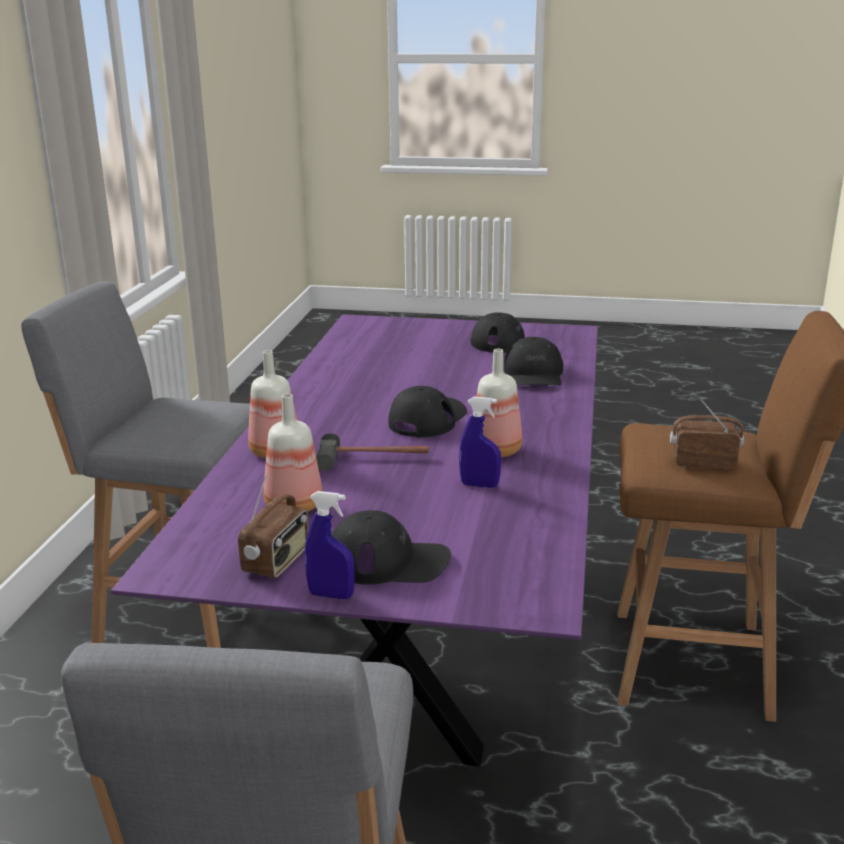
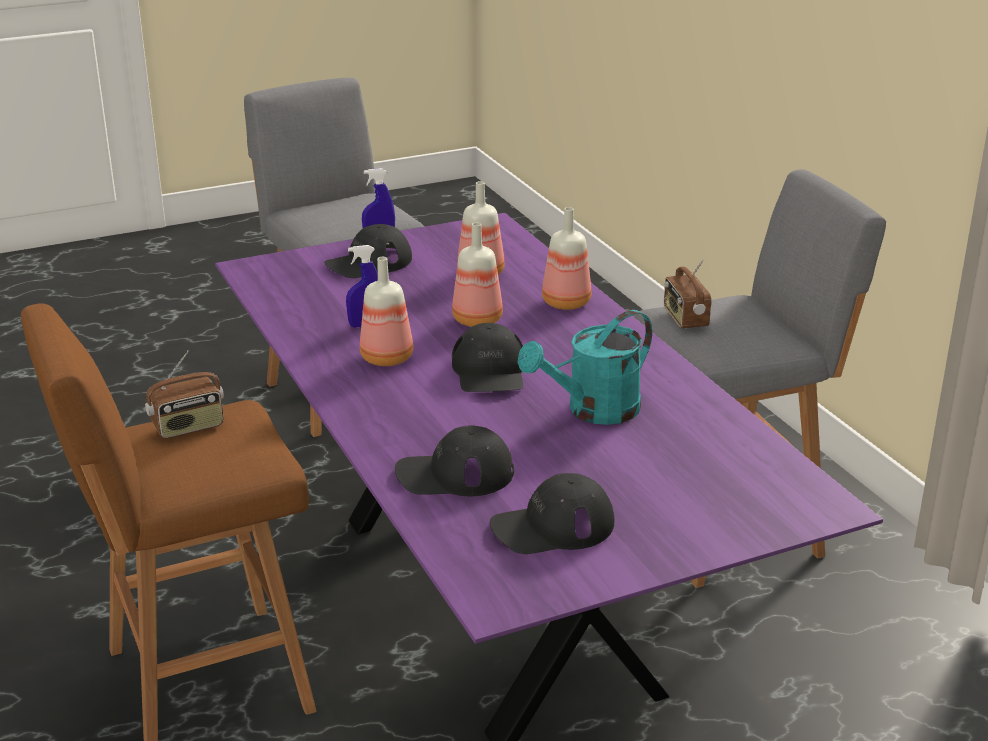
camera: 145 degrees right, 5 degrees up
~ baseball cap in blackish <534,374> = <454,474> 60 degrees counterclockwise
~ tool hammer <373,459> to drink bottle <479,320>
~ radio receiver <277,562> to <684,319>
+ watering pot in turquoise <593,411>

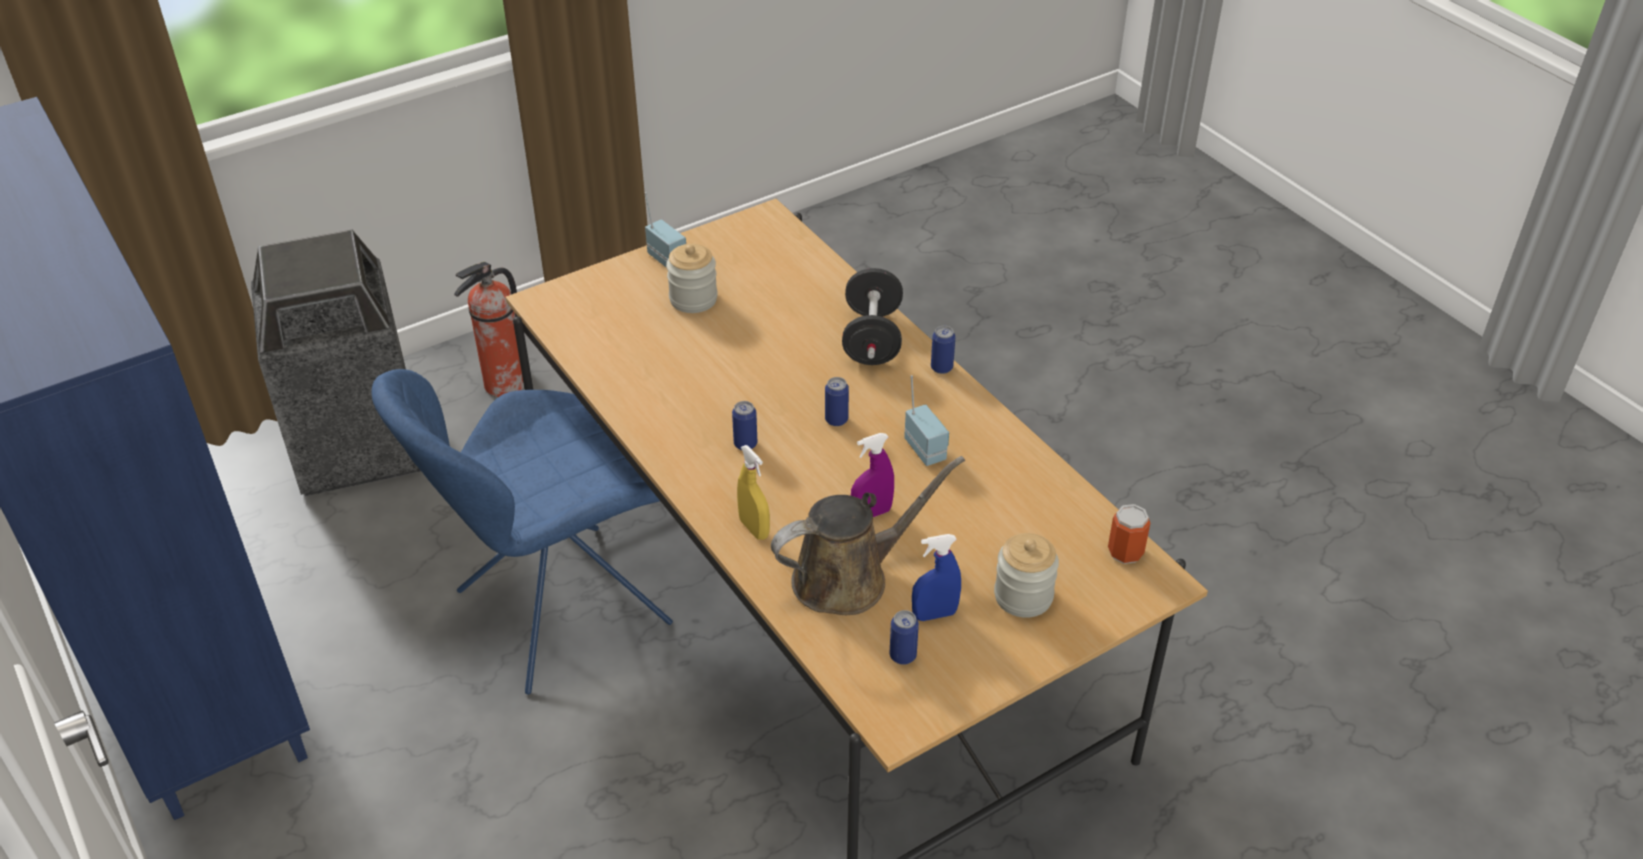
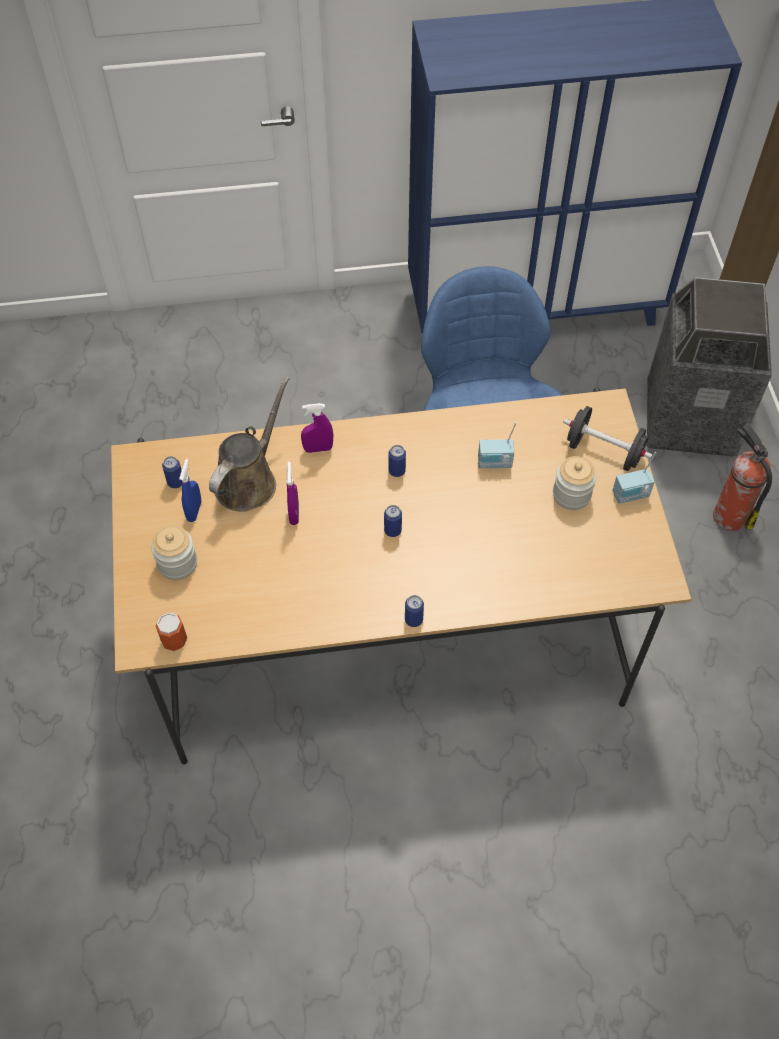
camera: 115 degrees right, 15 degrees up
~ free weight in blackish <872,339> to <604,451>
~ radio receiver <926,449> to <495,463>
~ sprayer in yellow-coloured <754,528> to sprayer in purple <318,449>
~ watering pot in brown <849,577> = <249,480> 150 degrees counterclockwise

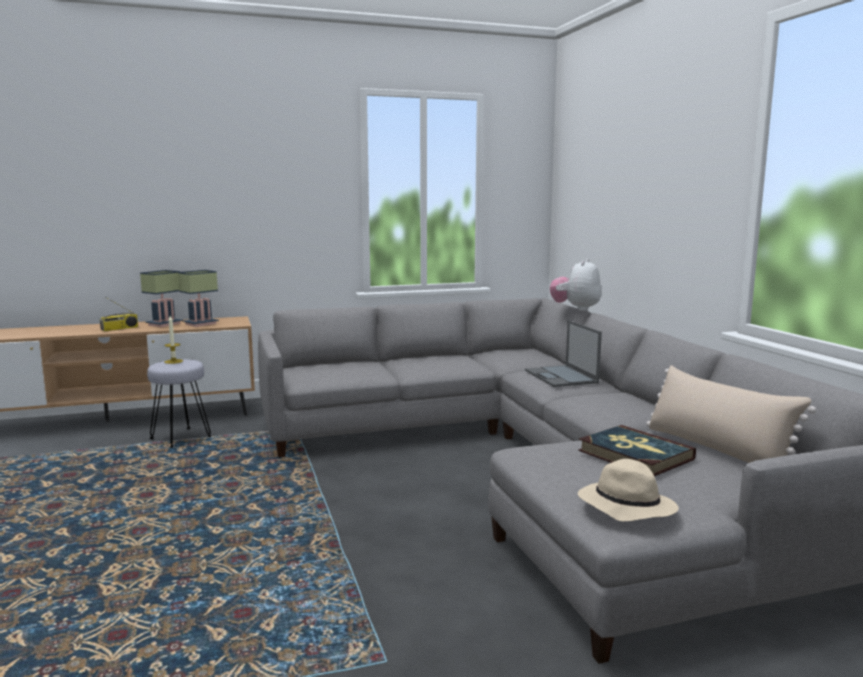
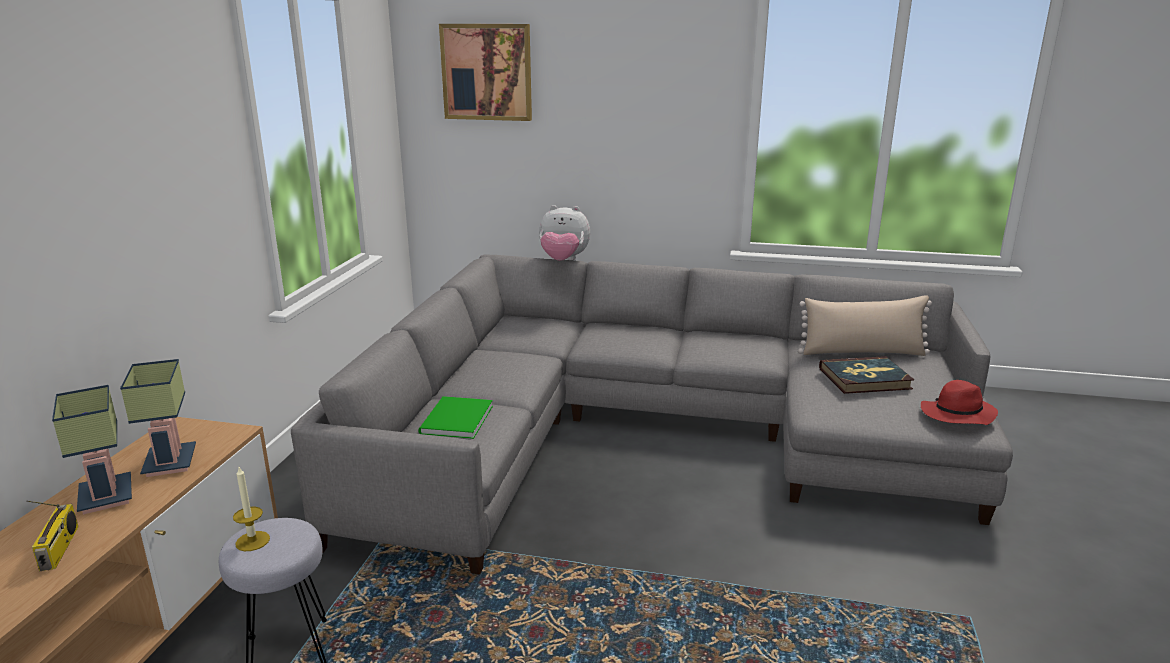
camera: 60 degrees left, 10 degrees up
~ plush toy <575,309> = <563,261> 45 degrees counterclockwise
- laptop <561,377>
~ hat in beige <624,506> to hat in red <956,415>
+ wall art <487,72>
+ bound book in green <454,420>

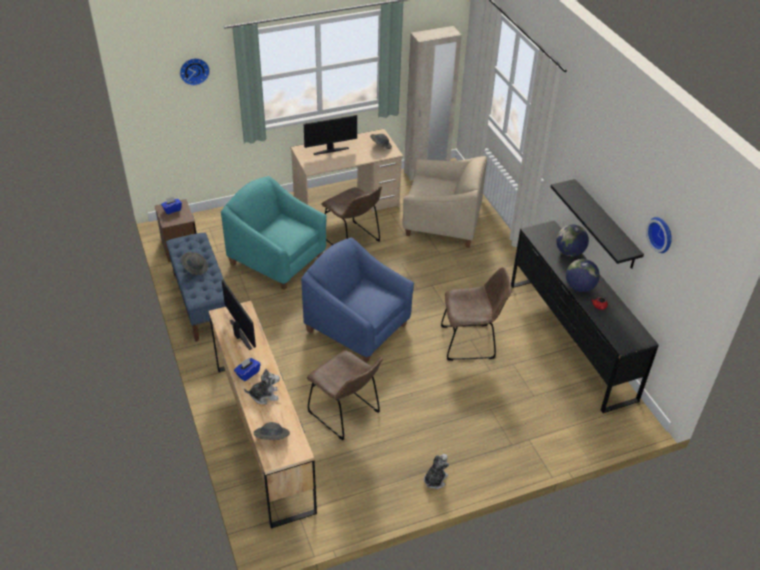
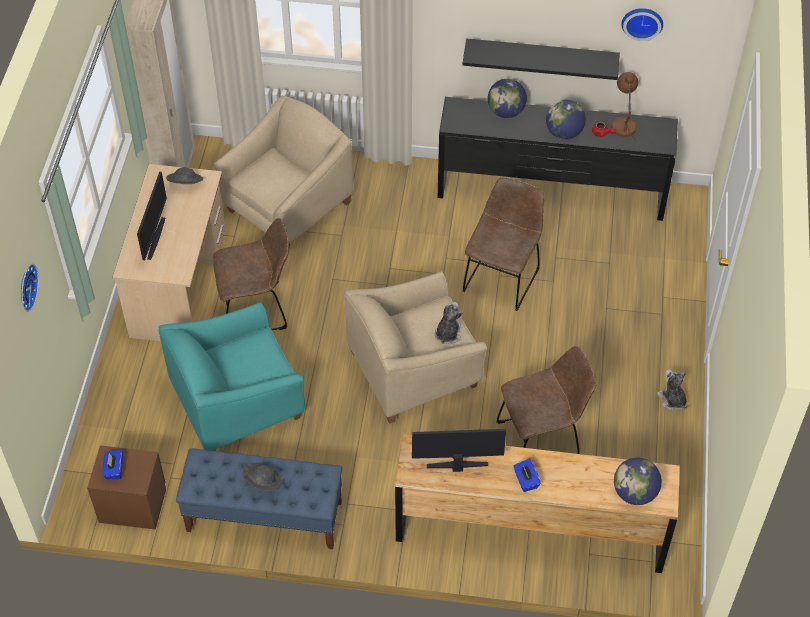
camera: 60 degrees left, 10 degrees up
~ lounge chair in blue <358,327> to lounge chair in beige <414,370>
~ plush toy <264,395> to <447,334>
~ hat in grey <271,438> to world globe <634,493>
+ tabletop lamp in brown <623,125>

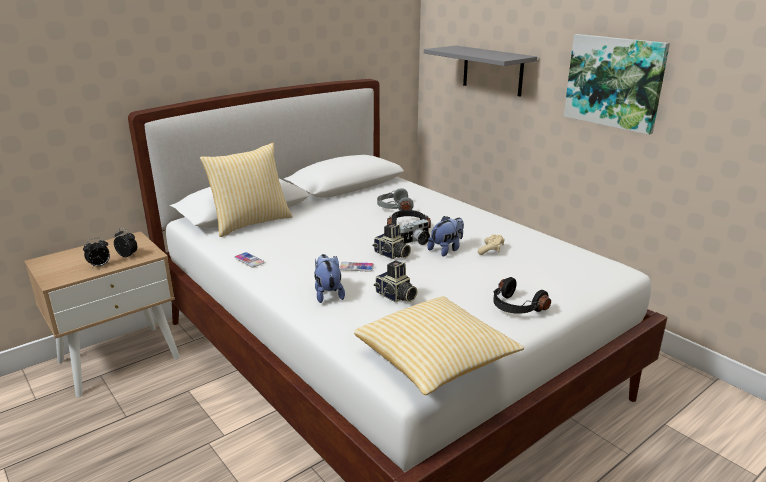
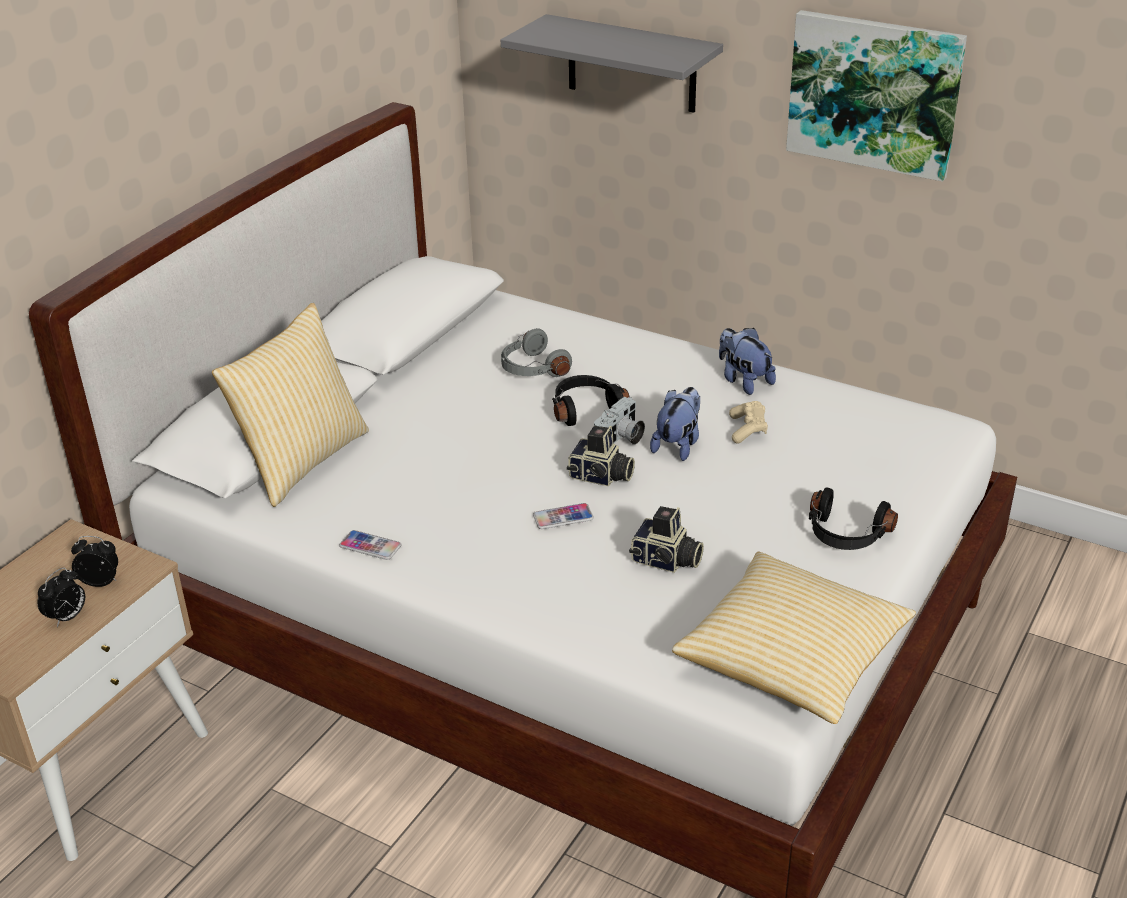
camera: 20 degrees left, 10 degrees up
~ plush toy <328,294> to <743,381>

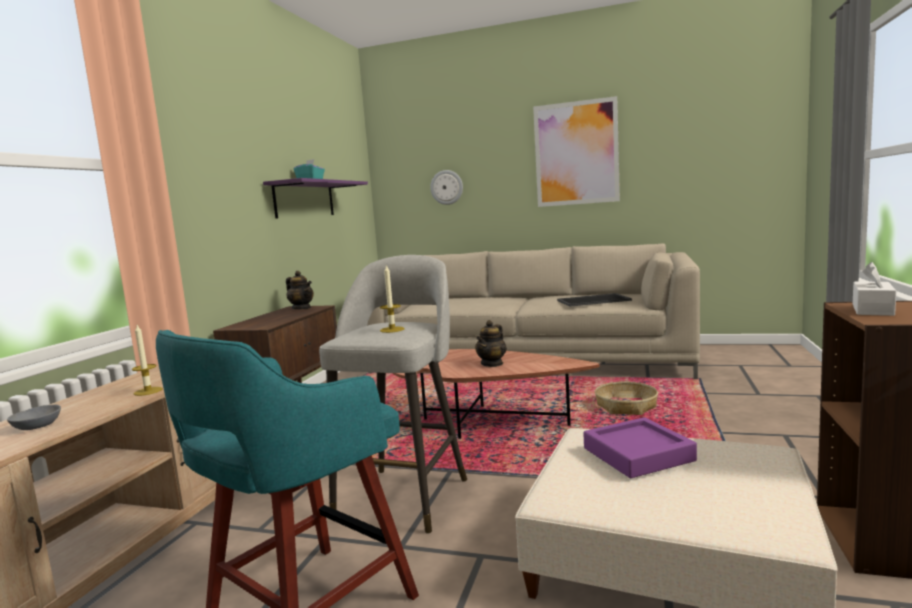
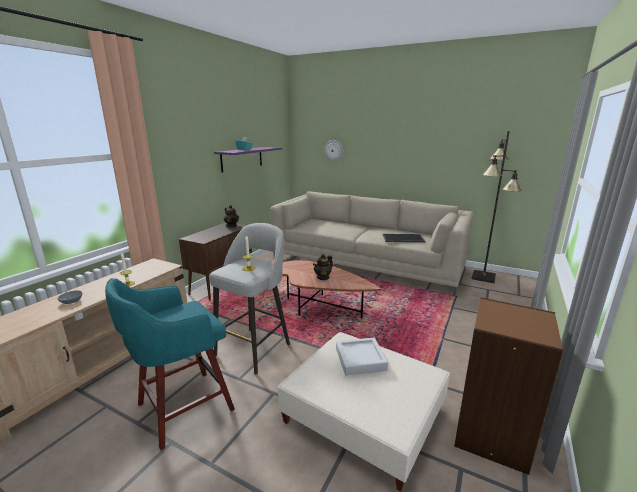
camera: 10 degrees right, 10 degrees up
- wall art <576,153>
- box of tissues in white <872,309>
- storage basket <626,406>
~ tray in purple <638,454> to tray in grey <360,359>
+ standing lamp in blackish <483,277>

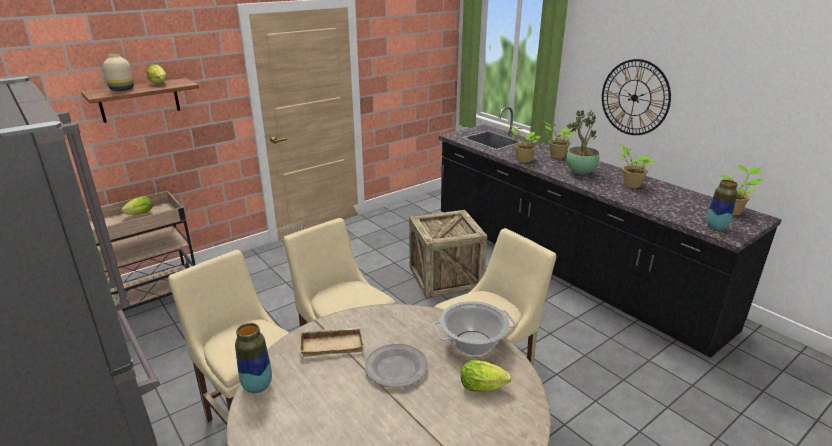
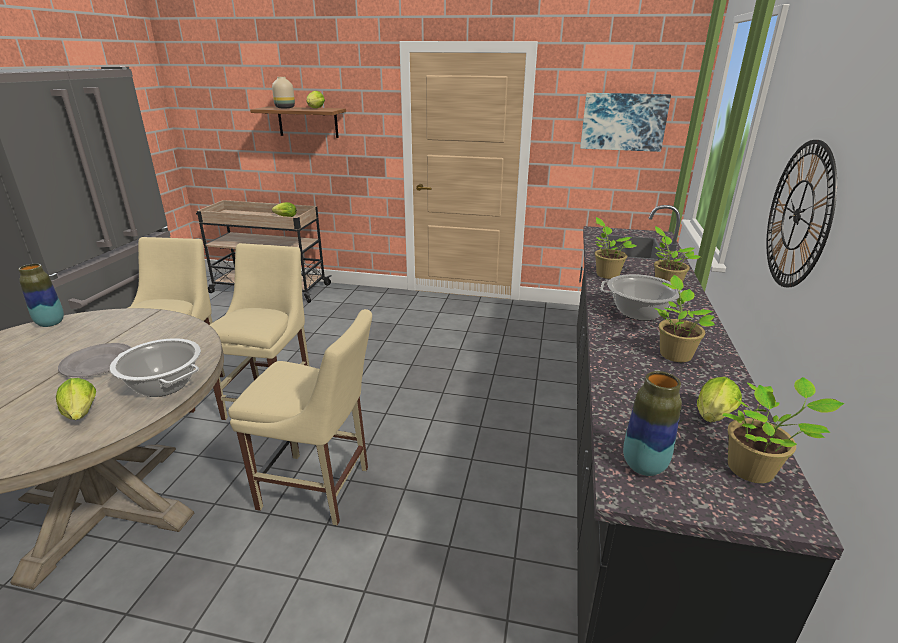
camera: 50 degrees right, 0 degrees up
~ plant in a pot <579,173> to cooking pot <638,312>
- shipping crate <445,278>
- tray in beige <332,344>
+ wall art <623,122>
+ head of lettuce <712,418>

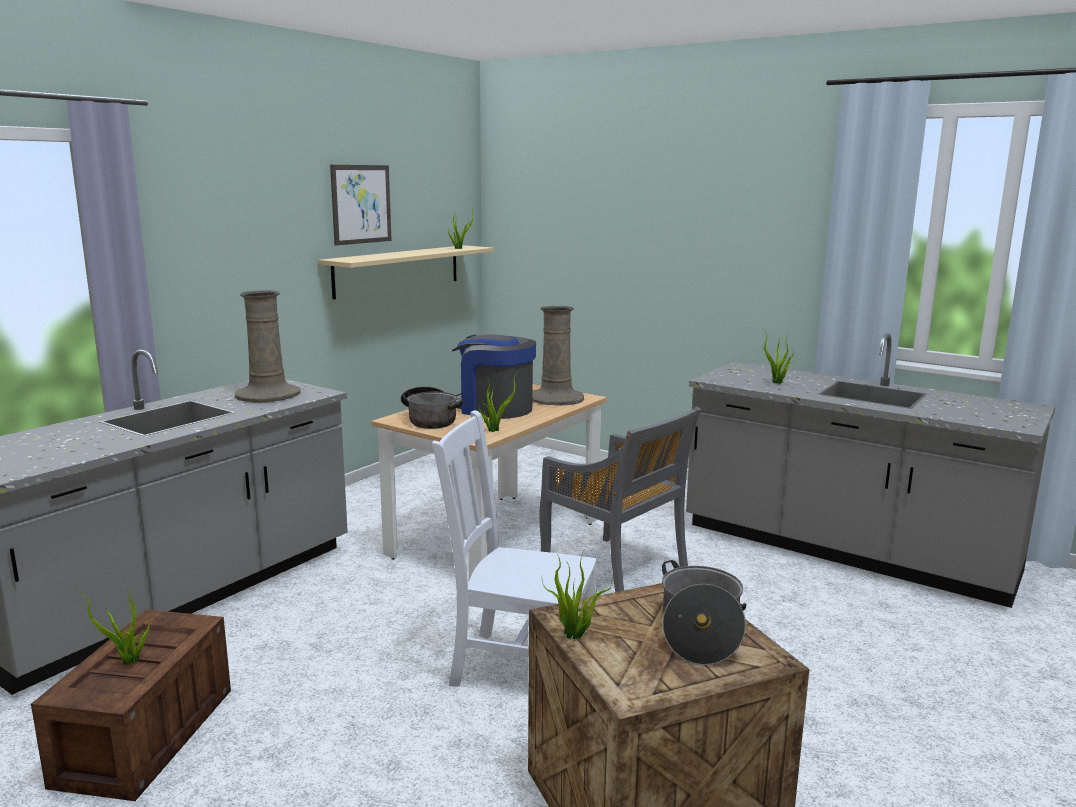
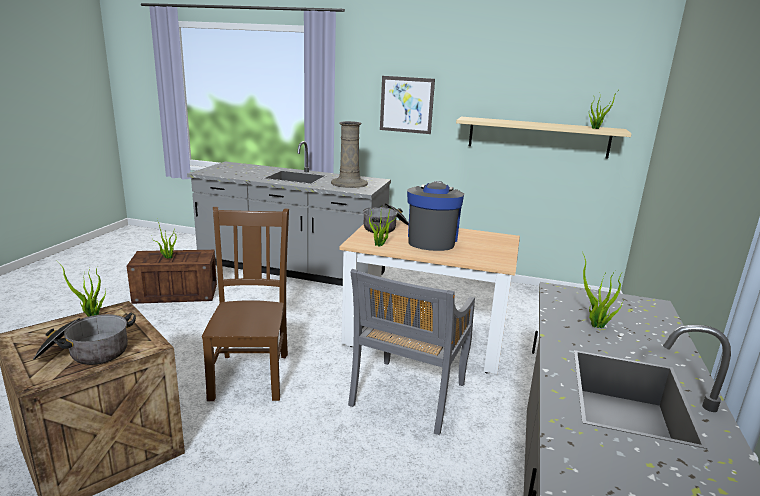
camera: 70 degrees right, 5 degrees up
~ wall art <361,204> to <406,105>
- decorative vase in beige <556,398>
~ chair in white <518,666> to chair in brown <251,374>

